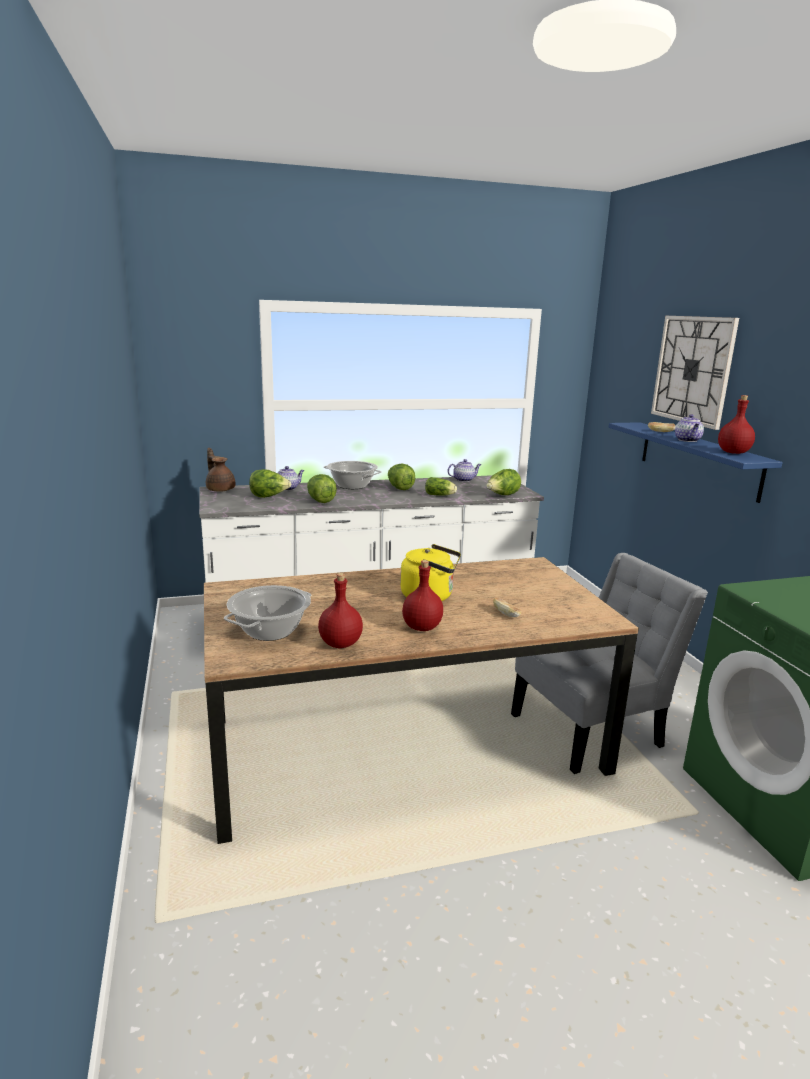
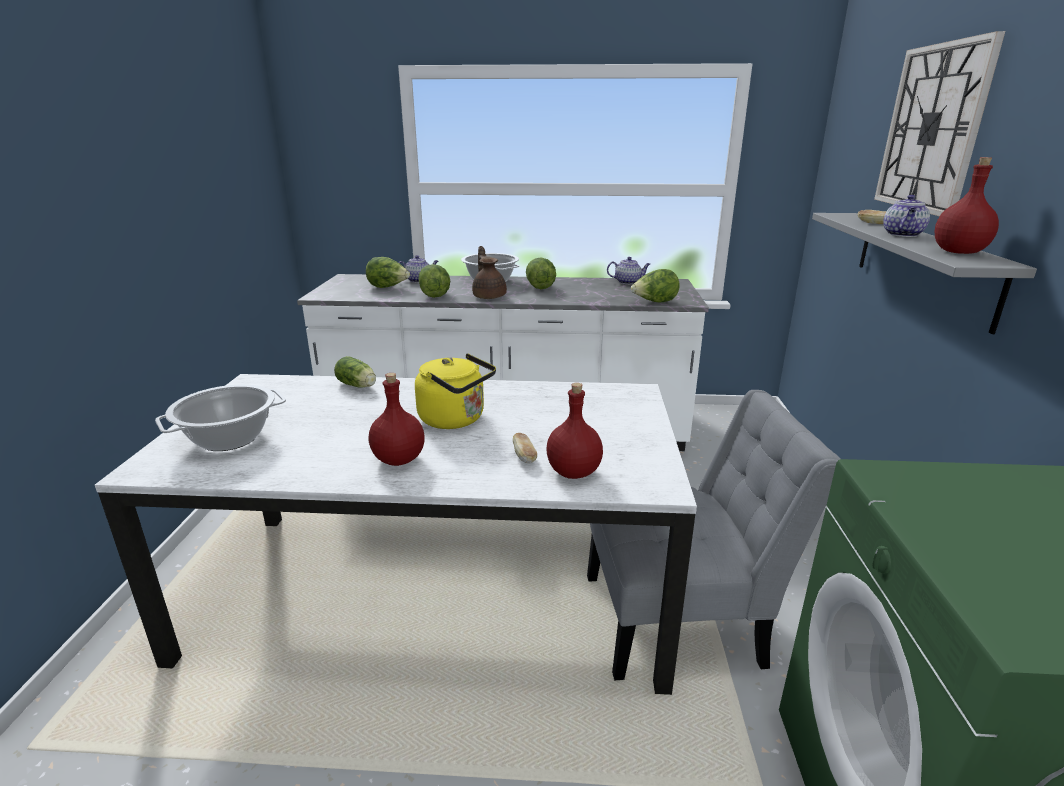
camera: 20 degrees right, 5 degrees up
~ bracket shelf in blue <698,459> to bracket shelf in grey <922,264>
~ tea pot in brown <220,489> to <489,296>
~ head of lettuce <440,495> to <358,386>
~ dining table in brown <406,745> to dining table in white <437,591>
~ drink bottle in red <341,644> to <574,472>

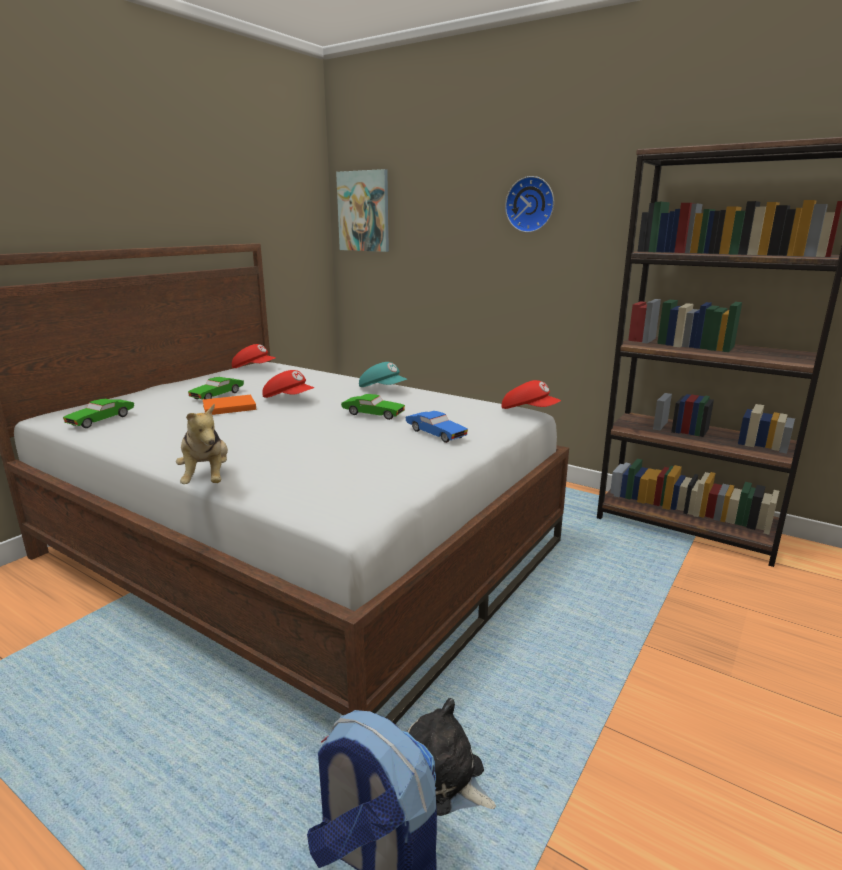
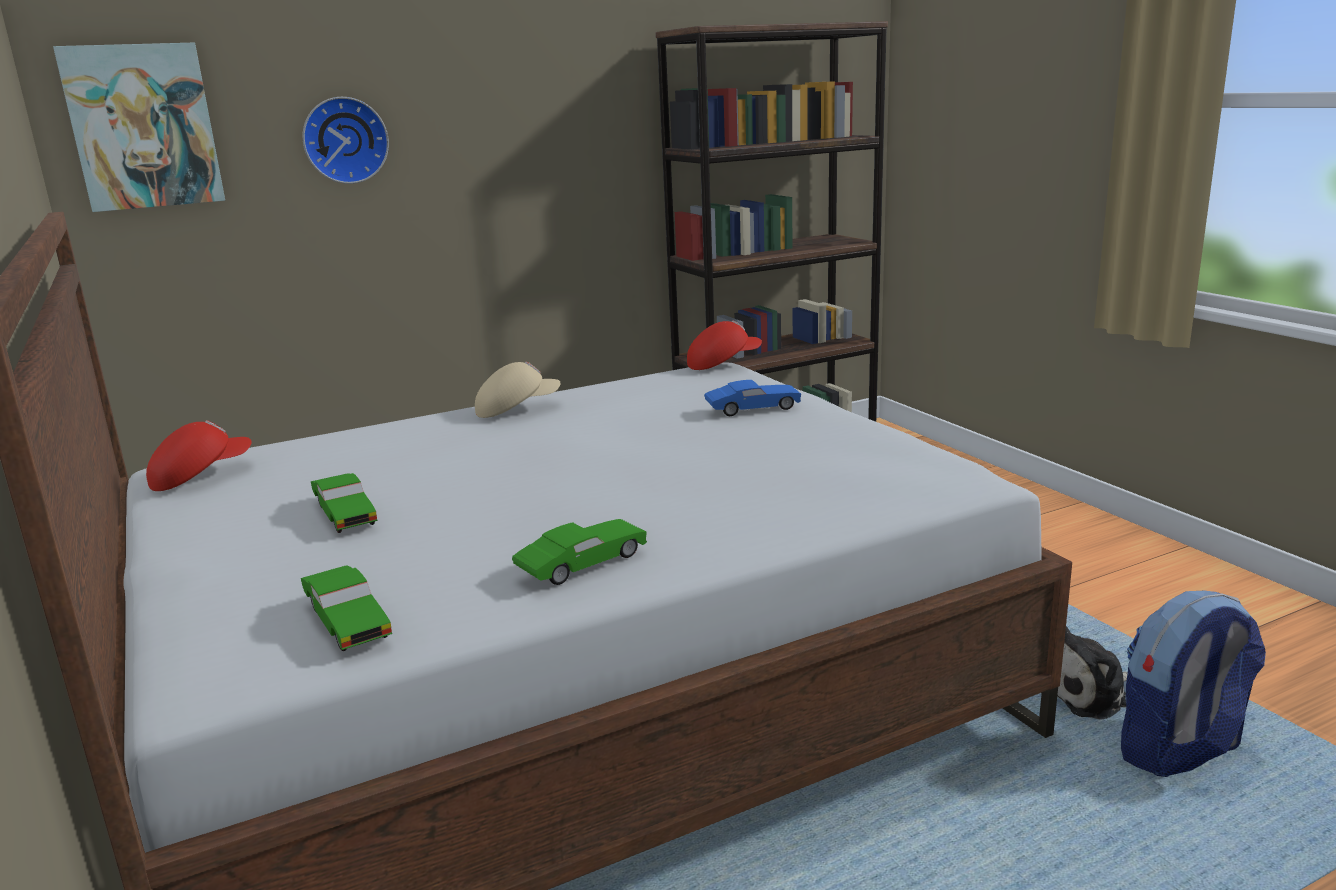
camera: 60 degrees left, 0 degrees up
~ hanging clock <531,204> to <345,140>
~ baseball cap in turquoise <383,389> to baseball cap in beige <516,409>
- baseball cap in red <289,399>
- bound book in orangey <227,407>
~ toy car in green <373,414> to <582,565>
- plush toy <207,479>

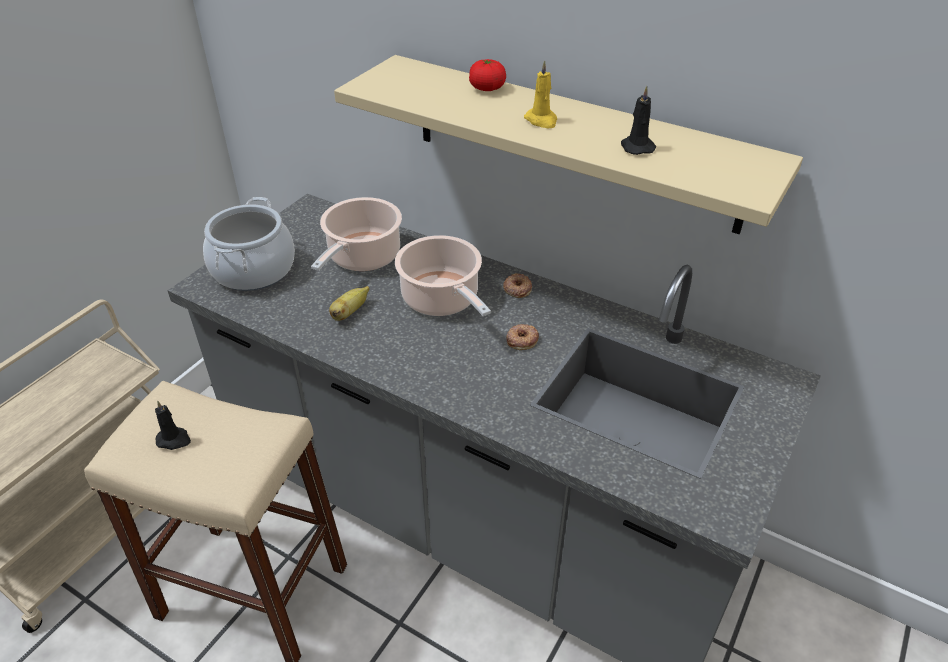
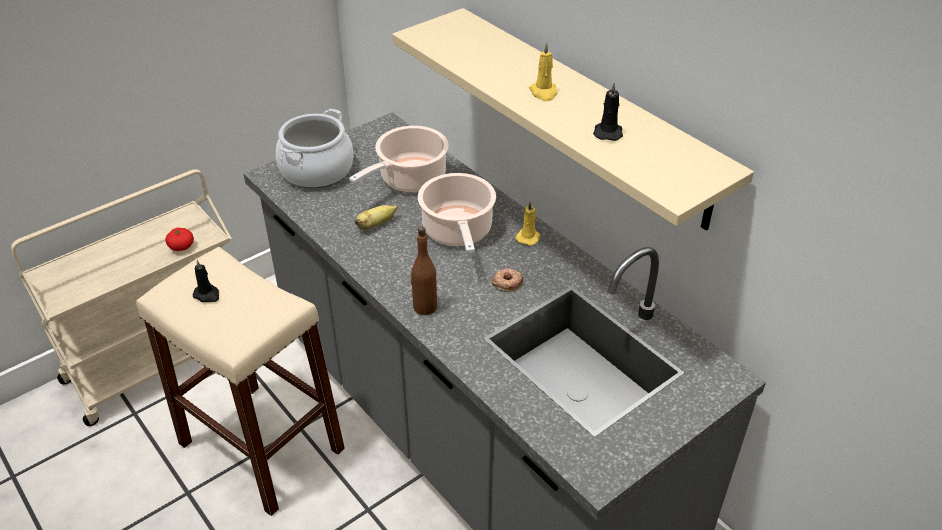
camera: 20 degrees right, 0 degrees up
~ tomato <487,88> to <181,246>
~ doughnut <517,288> to wax candle in yellow-coloured <528,237>
+ drink bottle in brown <424,307>

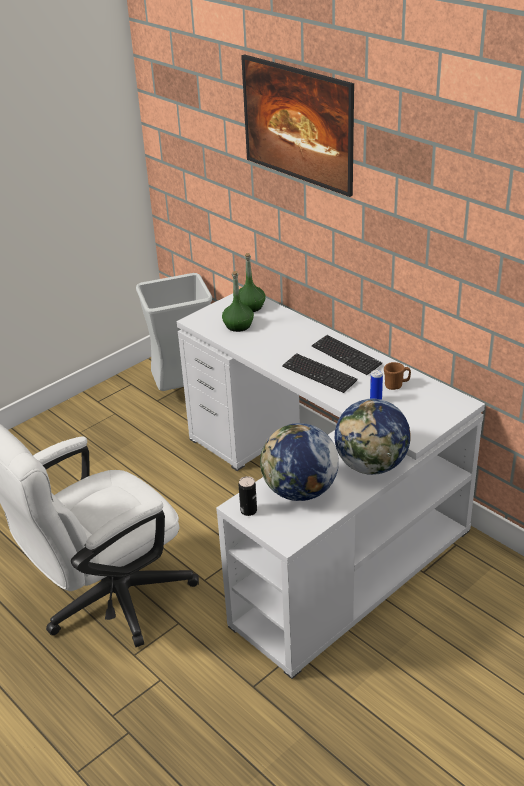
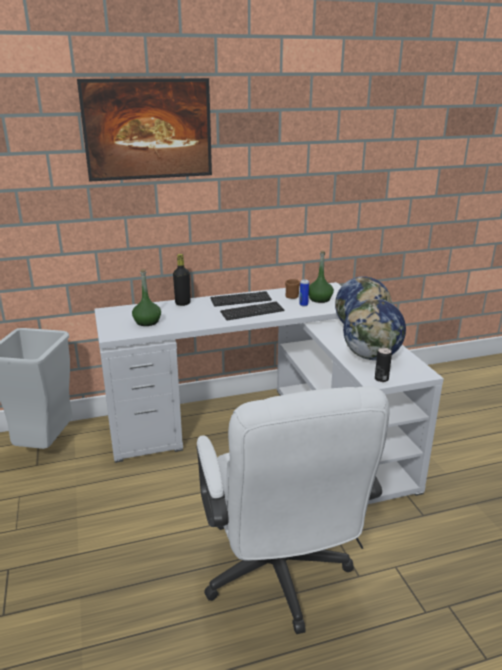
camera: 65 degrees left, 10 degrees down
~ drink bottle in green <250,307> to <320,299>
+ drink bottle in blackish <183,303>

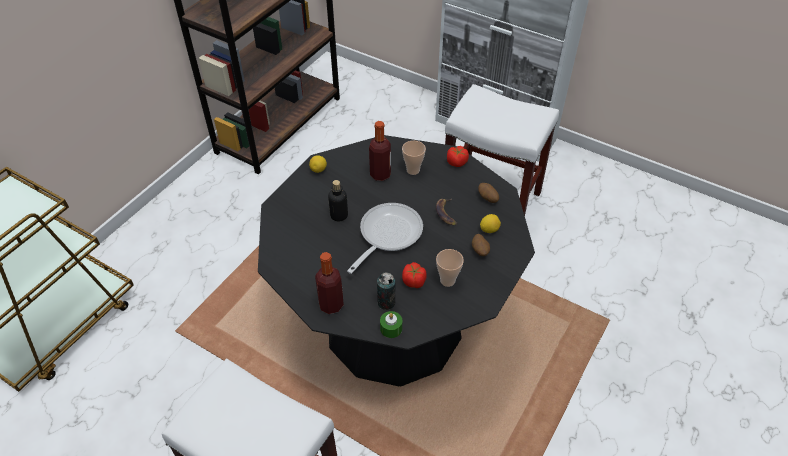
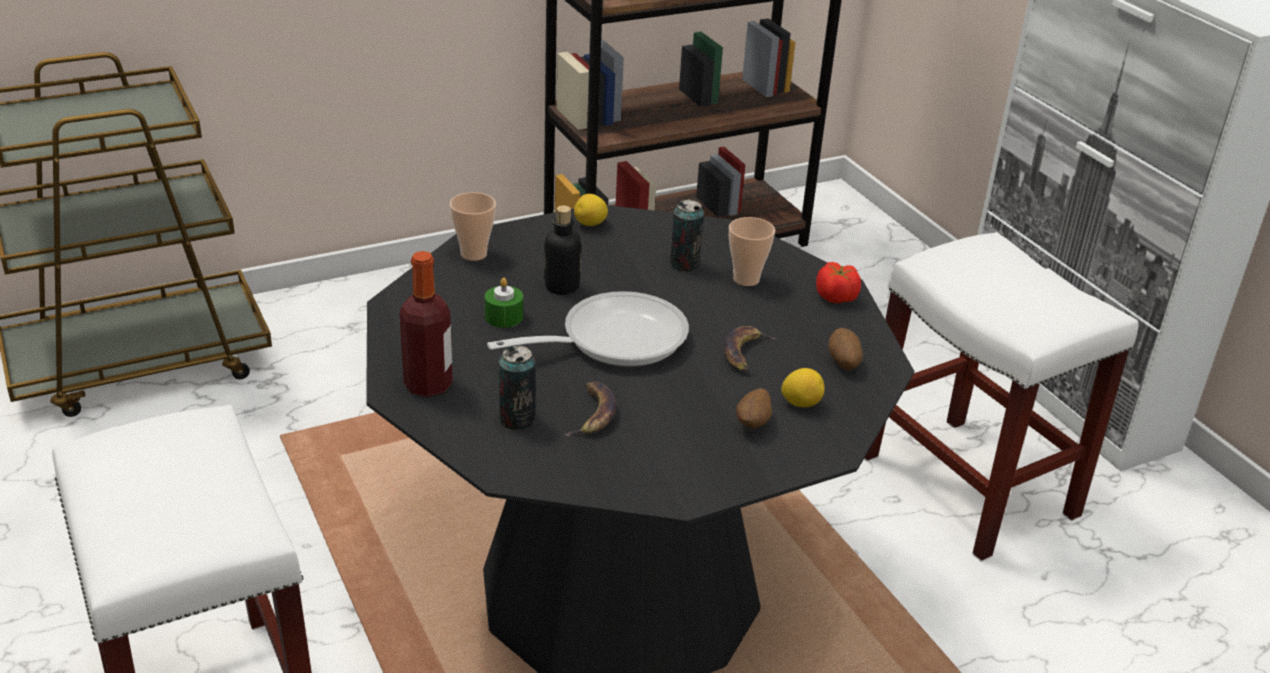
camera: 30 degrees right, 15 degrees down
~ drink bottle <380,174> to metal can <684,264>
~ small cup <447,280> to <473,254>
~ tomato <414,281> to banana fruit <593,414>
~ wax candle in green <391,328> to <504,317>

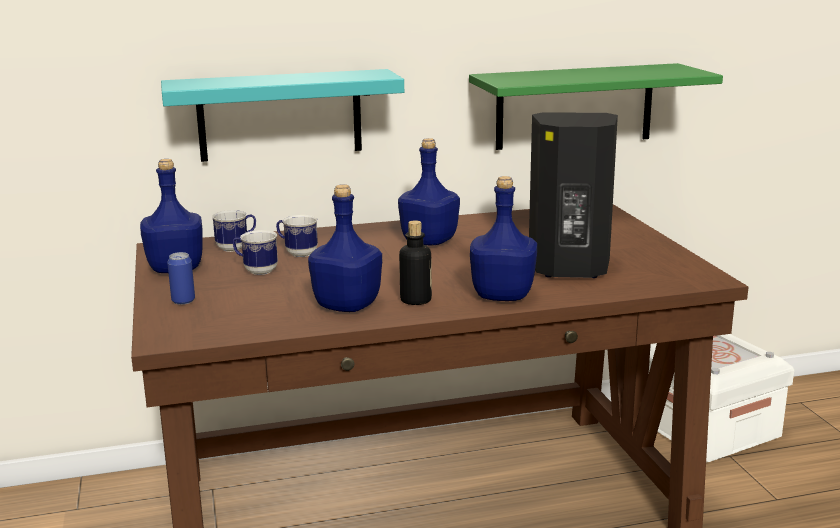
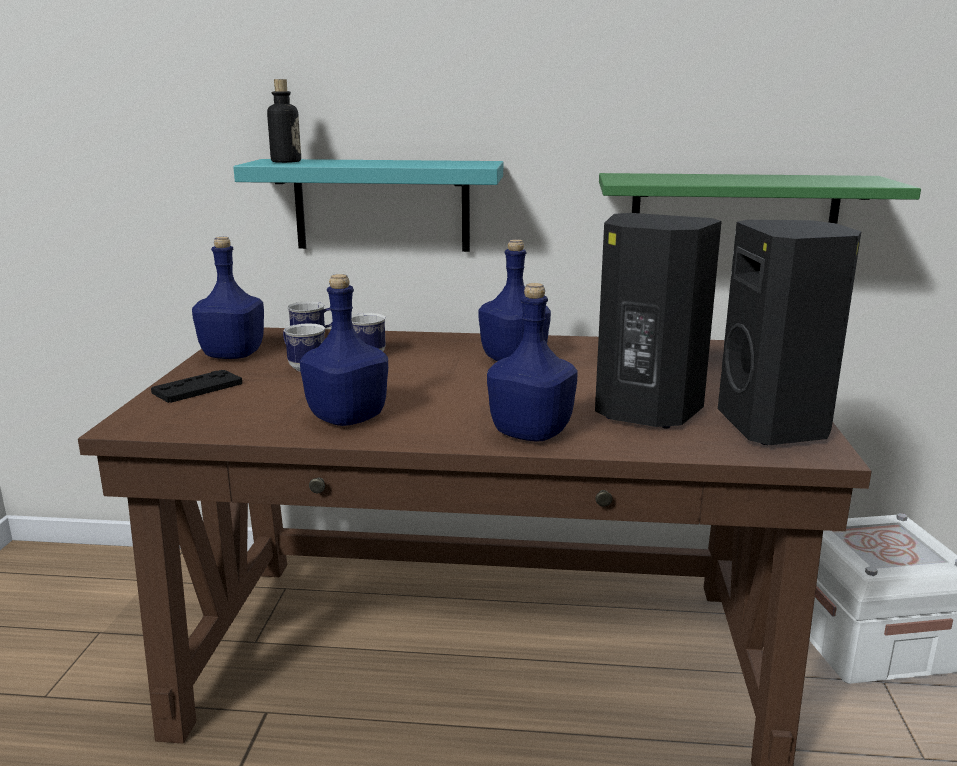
camera: 20 degrees right, 0 degrees up
~ drink bottle <415,300> to <286,161>
~ metal can <183,301> to gamepad in blackish <197,388>
+ loudspeaker in blackish <776,427>

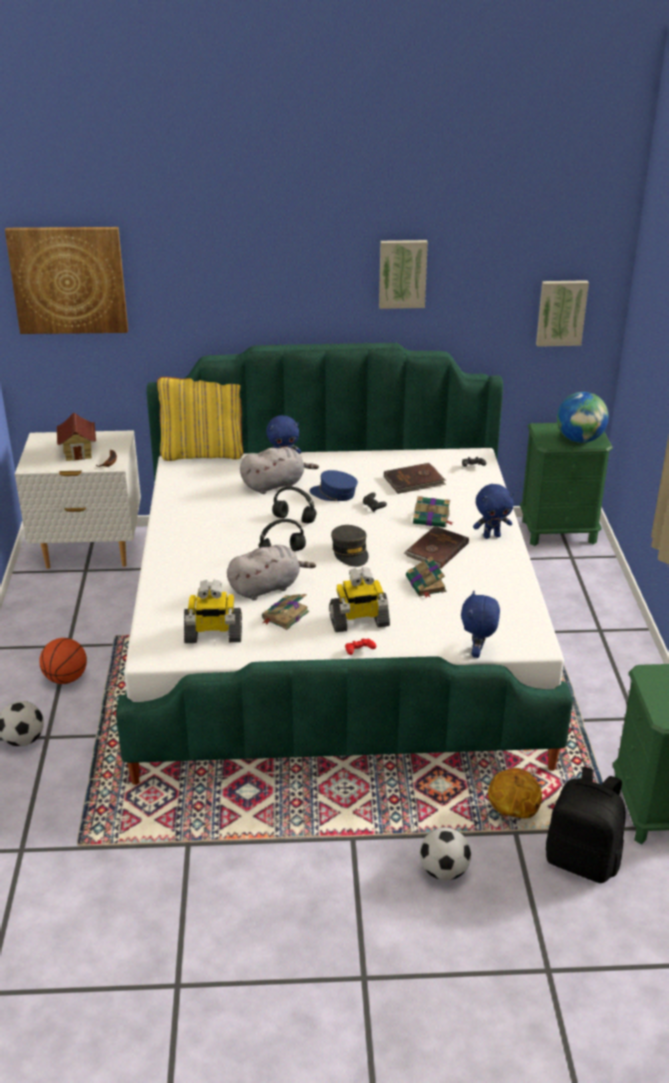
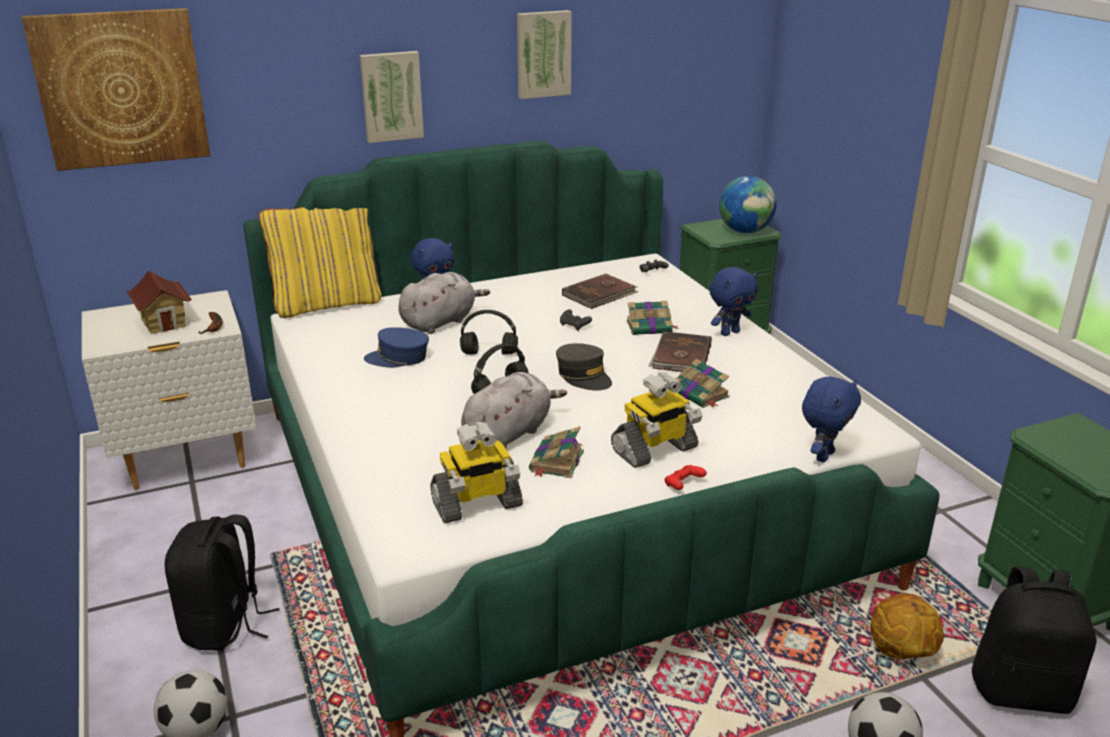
camera: 20 degrees left, 5 degrees down
~ wall art <561,312> to <391,96>
~ baseball cap in blue <334,494> to <398,358>
~ plush toy in blue <478,652> = <823,455> 135 degrees counterclockwise
~ basketball <66,678> to backpack in blackish <225,625>

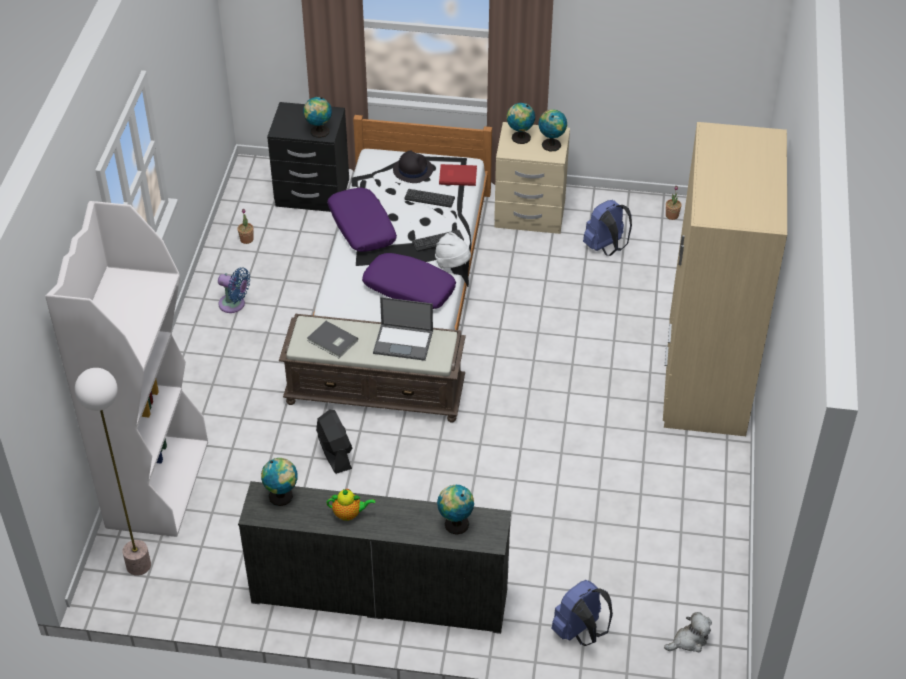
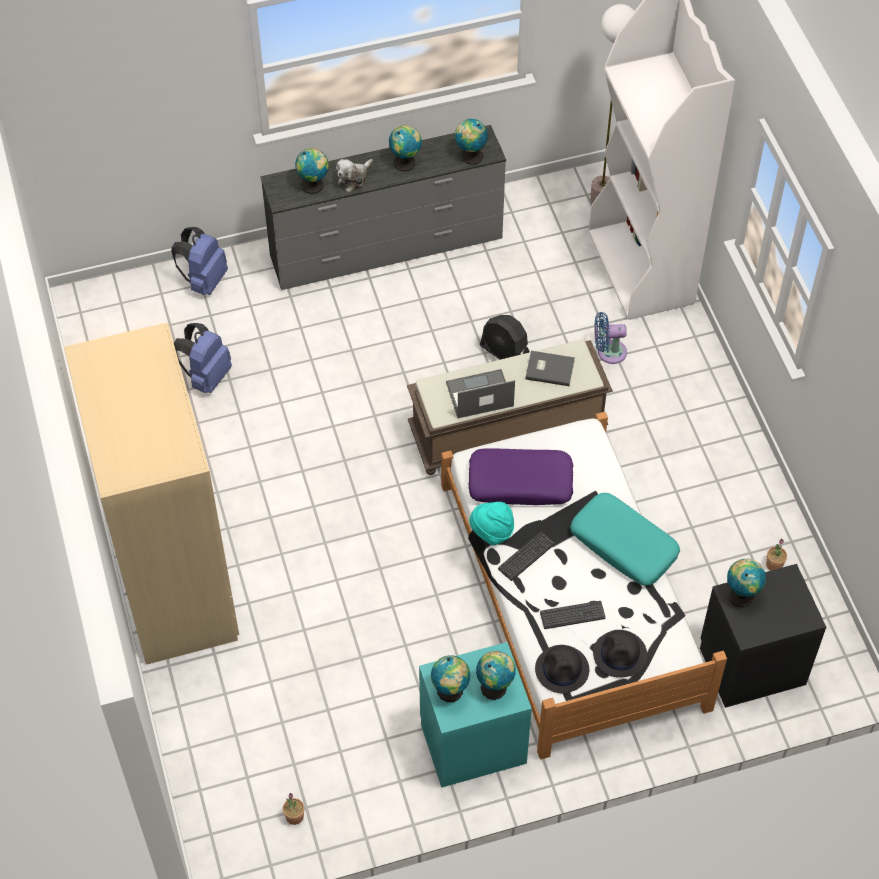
camera: 155 degrees right, 10 degrees up
~ nightstand in beige <529,214> to nightstand in turquoise <472,742>
~ bound book in red <457,175> to hat in blackish <562,670>
~ cushion in purple <361,227> to cushion in turquoise <624,545>
~ backpack in blue <606,247> to <206,377>
~ hat in white <452,264> to hat in turquoise <492,532>
~ fan in blue <234,304> to <608,352>
~ tea pot <349,514> to world globe <406,162>
~ plush toy <689,640> to <354,179>

